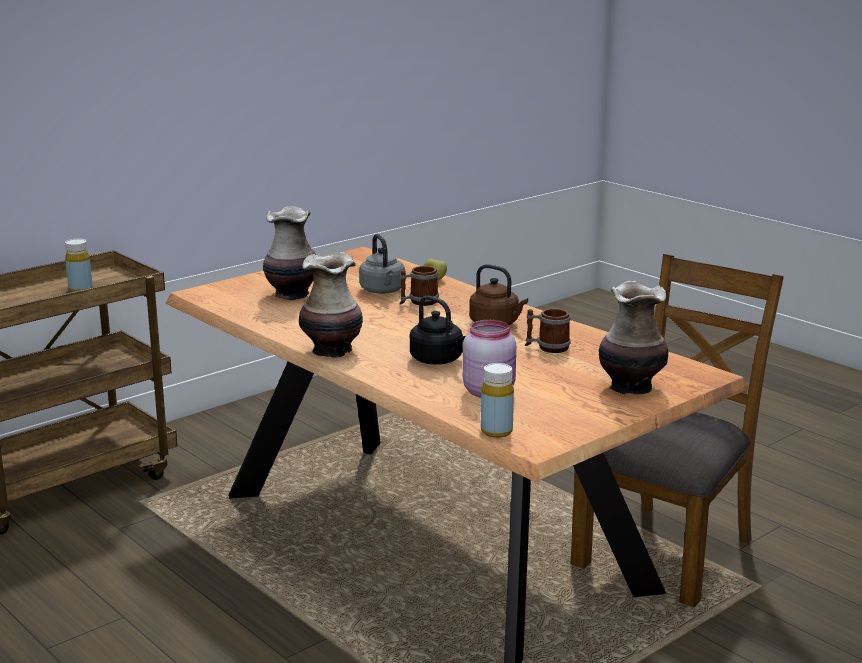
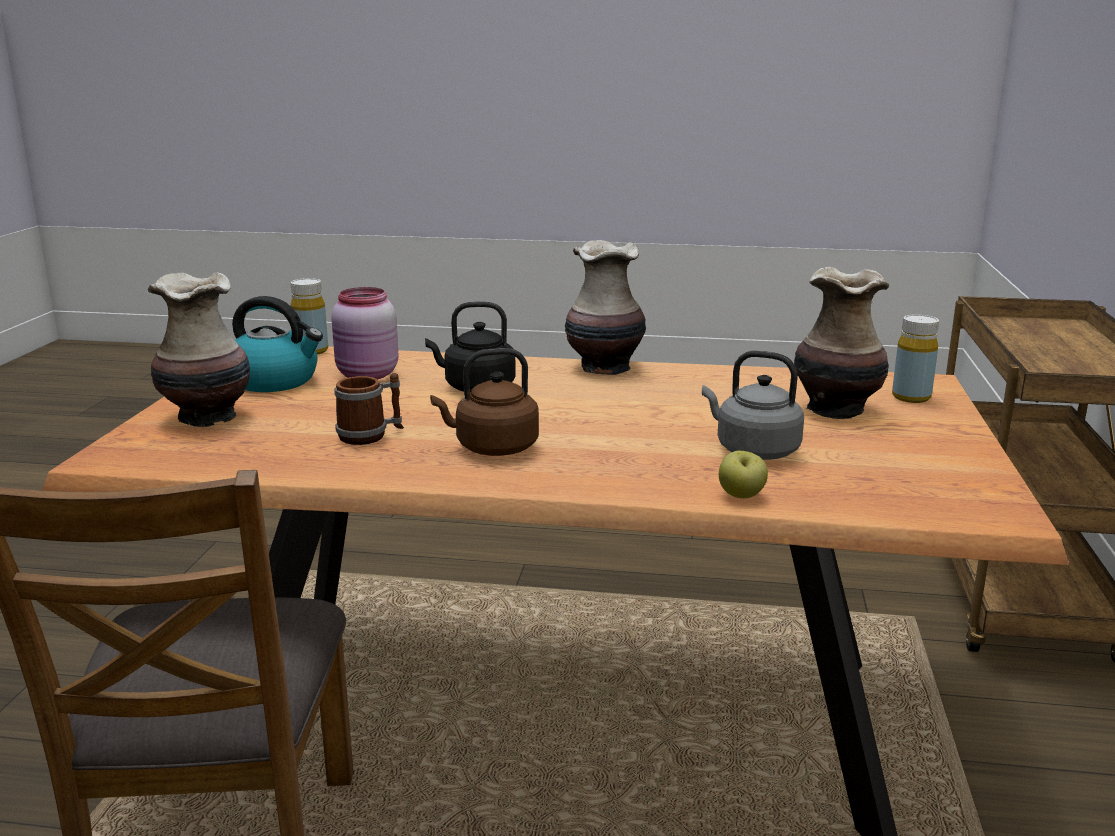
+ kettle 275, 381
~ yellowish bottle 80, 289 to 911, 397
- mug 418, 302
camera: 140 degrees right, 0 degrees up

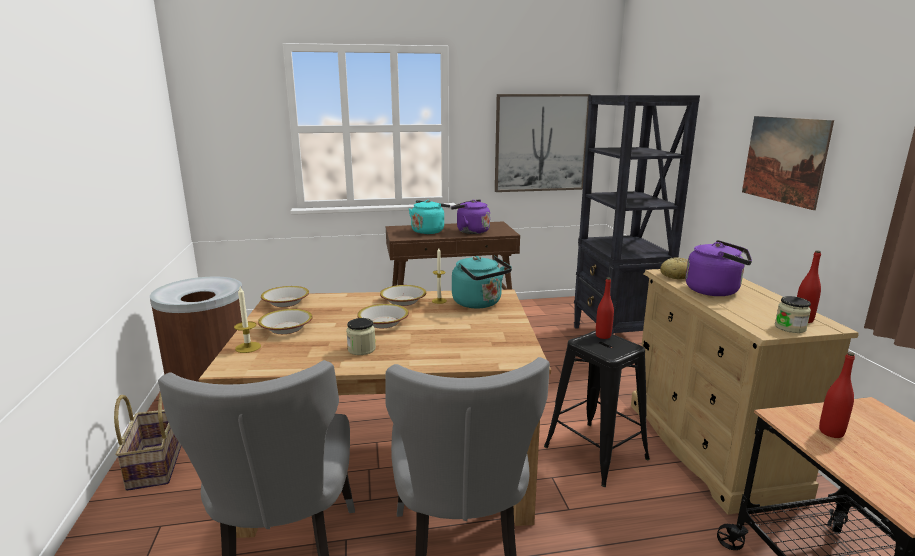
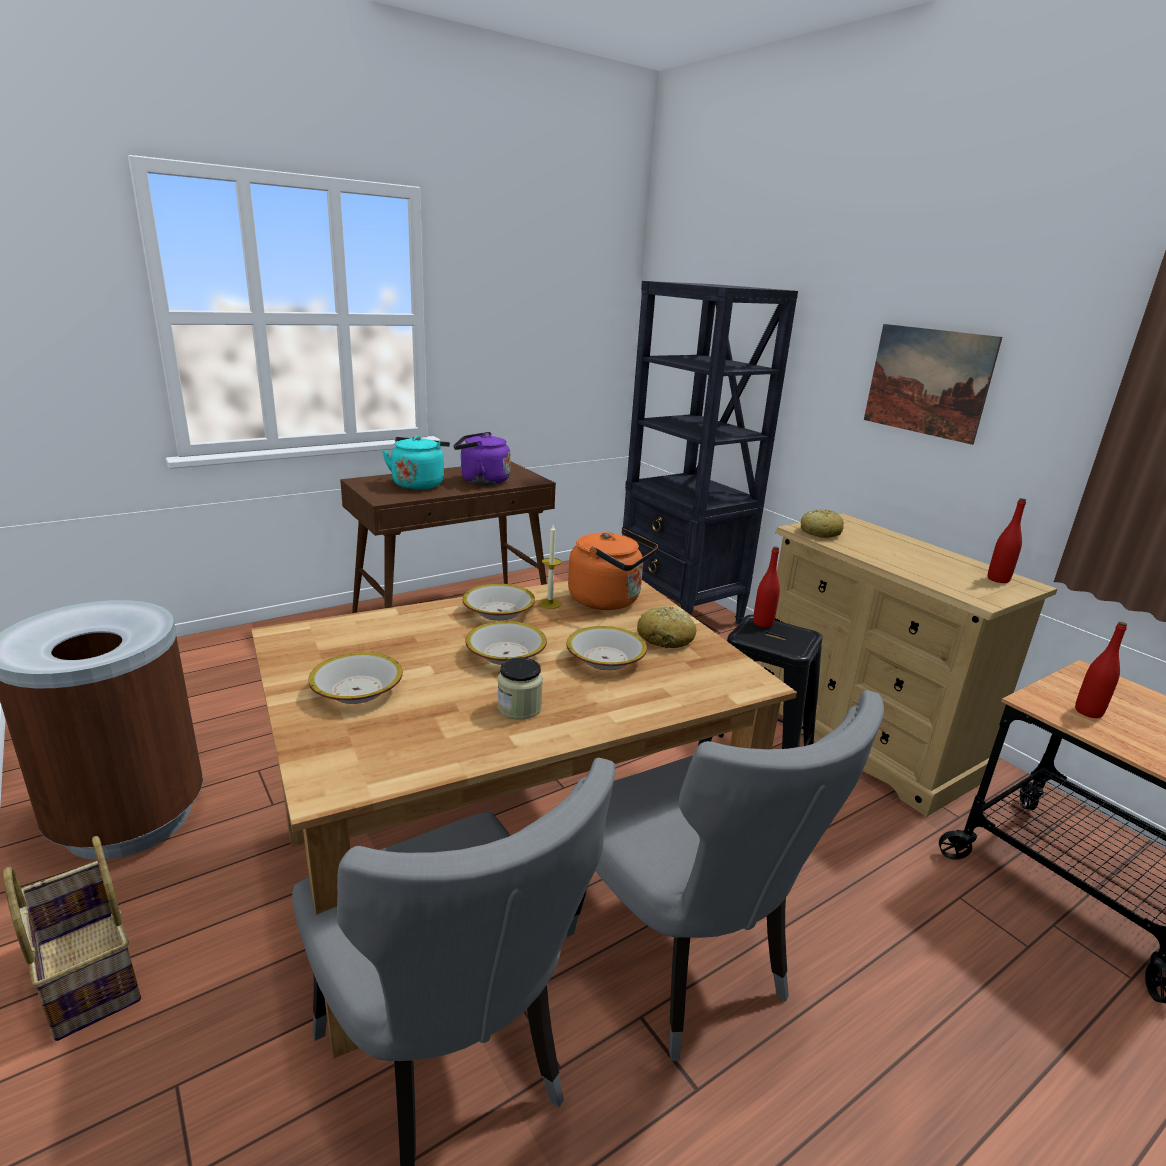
~ deep dish 285, 302 to 605, 659
~ turquoise-coloured kettle 479, 303 to orangey kettle 609, 600
+ baked bread 666, 638
- wax candle 248, 347
- picture 541, 143
- purple-coloured kettle 715, 291
- storage jar 790, 328
camera: 25 degrees left, 5 degrees up

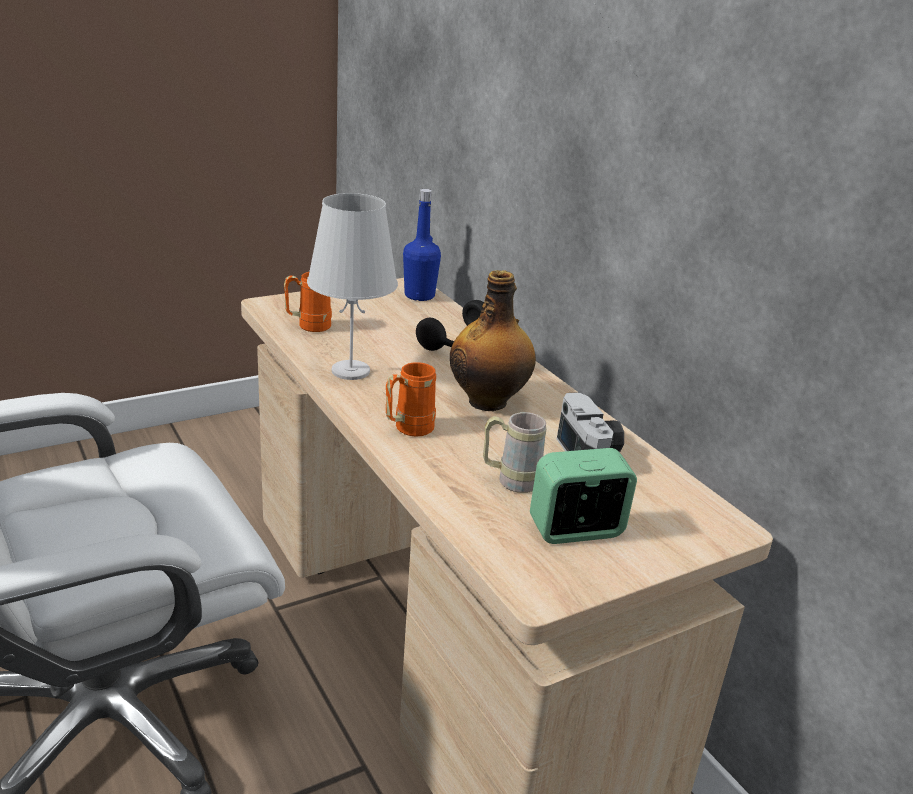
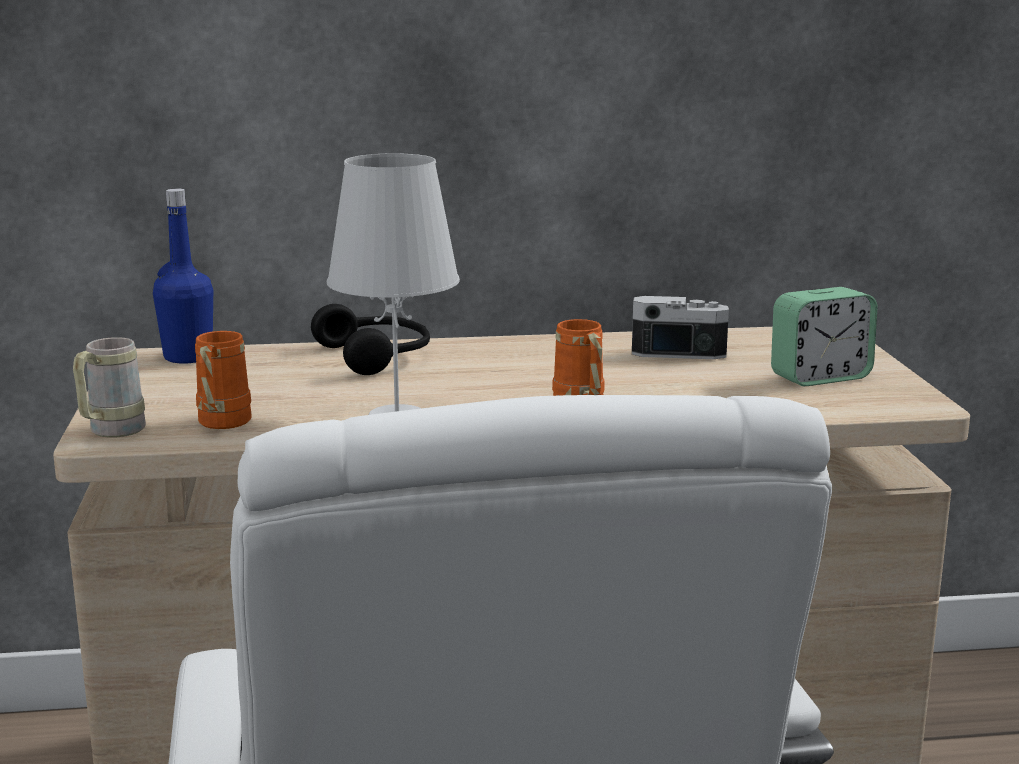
~ beige mug 510, 481 to 110, 433
~ alarm clock 576, 530 = 820, 377 120 degrees counterclockwise
- bottle 489, 401
camera: 65 degrees left, 10 degrees down

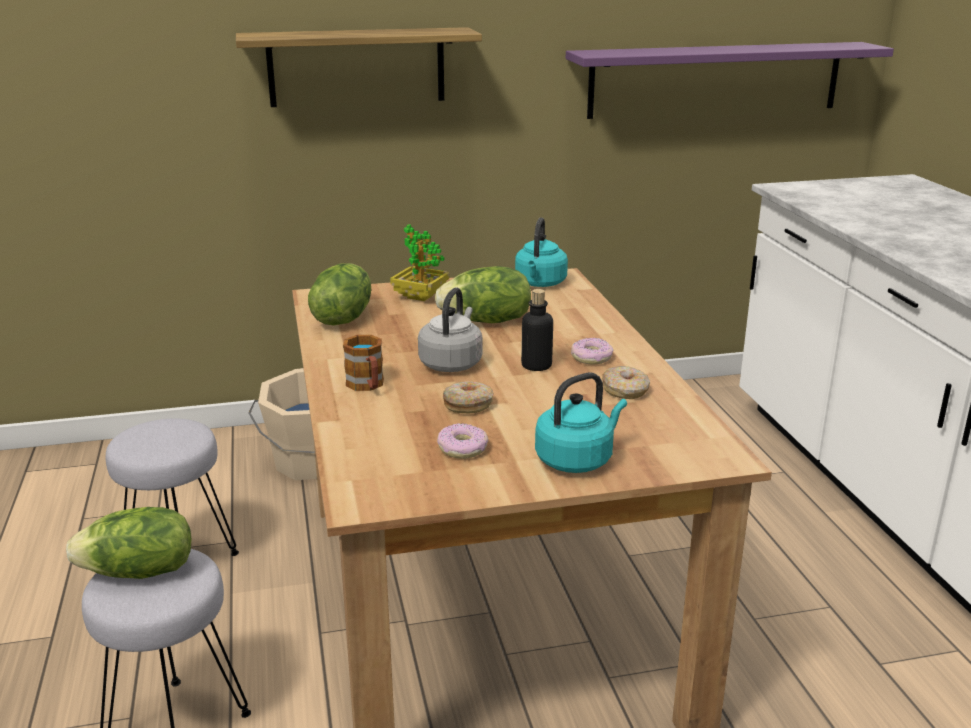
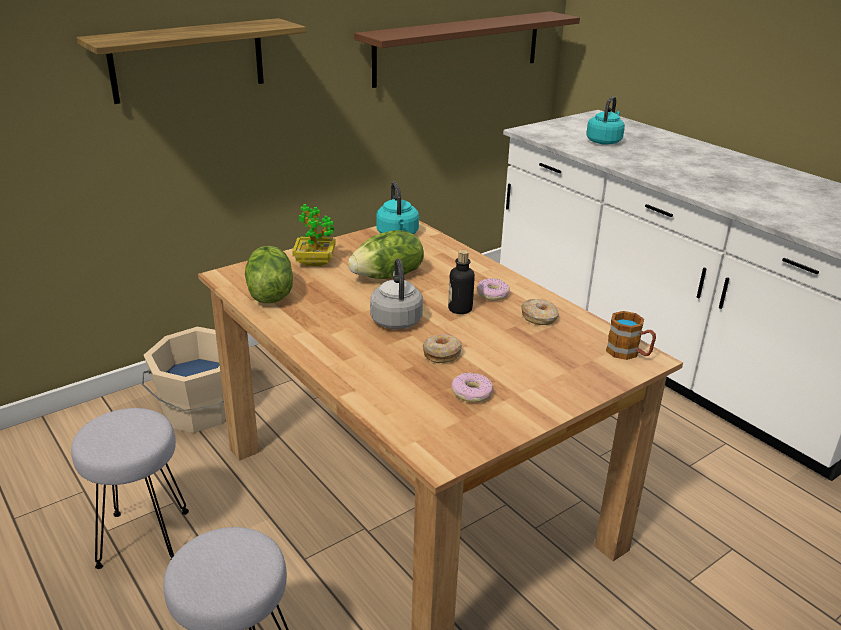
~ purple-coloured bracket shelf 715, 79 to brown bracket shelf 459, 48
~ turquoise-coloured kettle 577, 459 to 604, 141
~ mug 367, 386 to 628, 353
- lettuce head 139, 573
camera: 25 degrees left, 5 degrees up

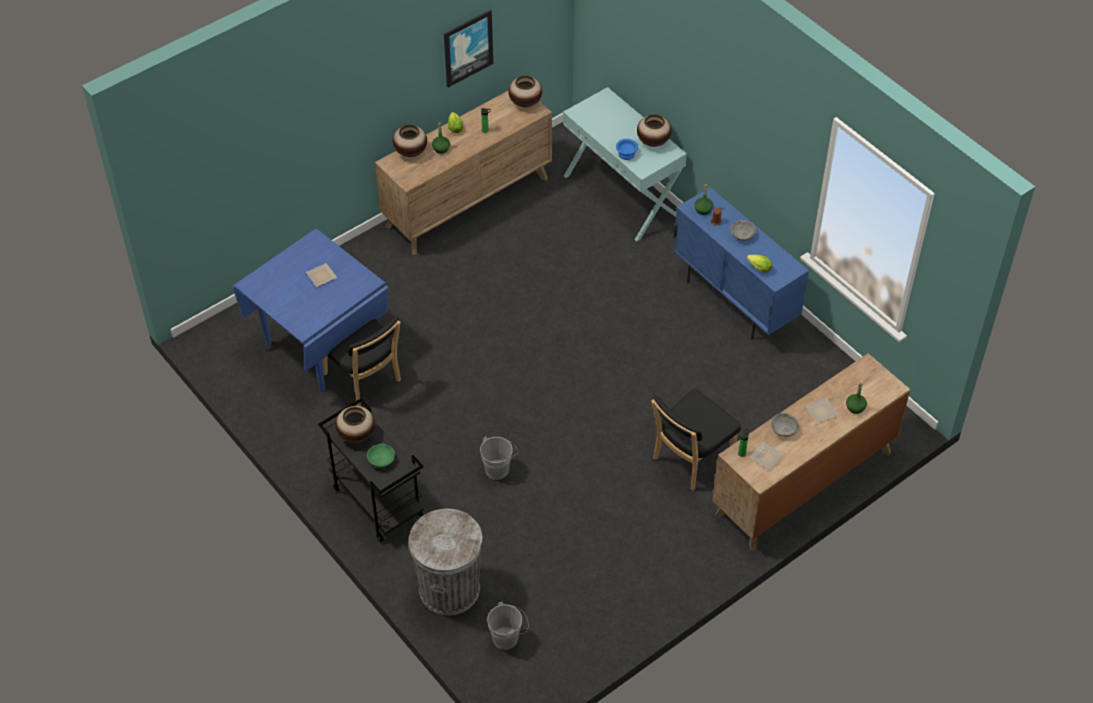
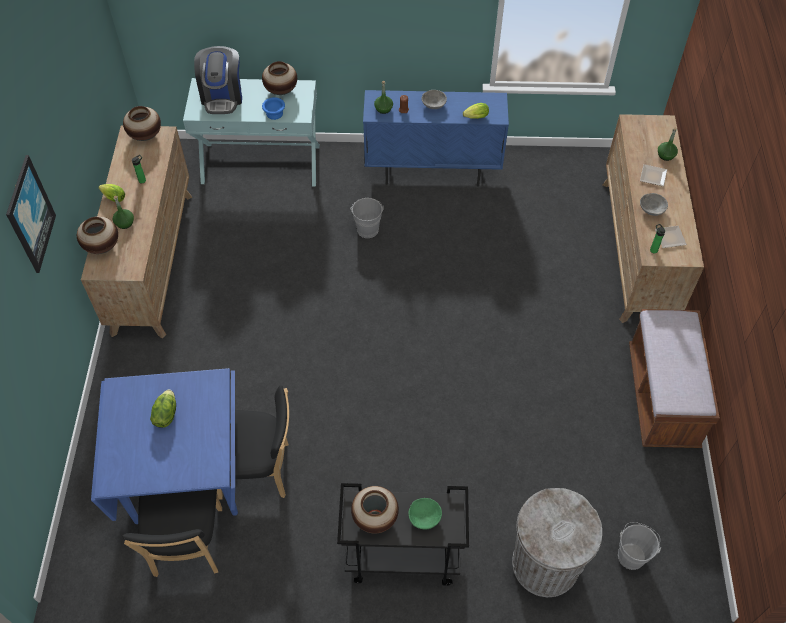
~ picture 467, 47 to 29, 215
~ black-coloured chair 690, 460 to 187, 546
~ dinner plate 320, 276 to lettuce head 165, 414
+ coffee machine 222, 96
~ grey water bucket 499, 468 to 367, 227
+ brown bench 662, 397
camera: 50 degrees left, 5 degrees up

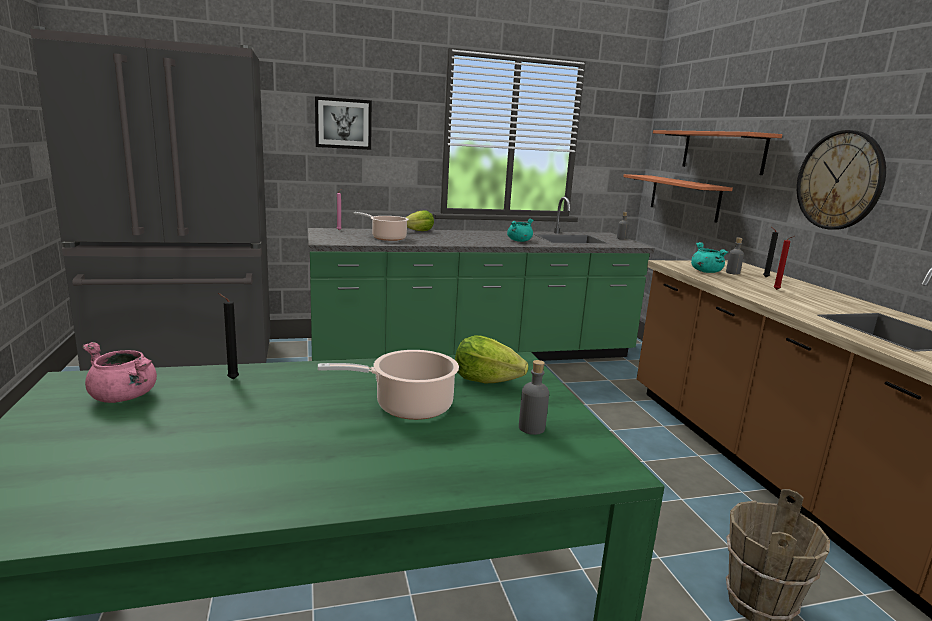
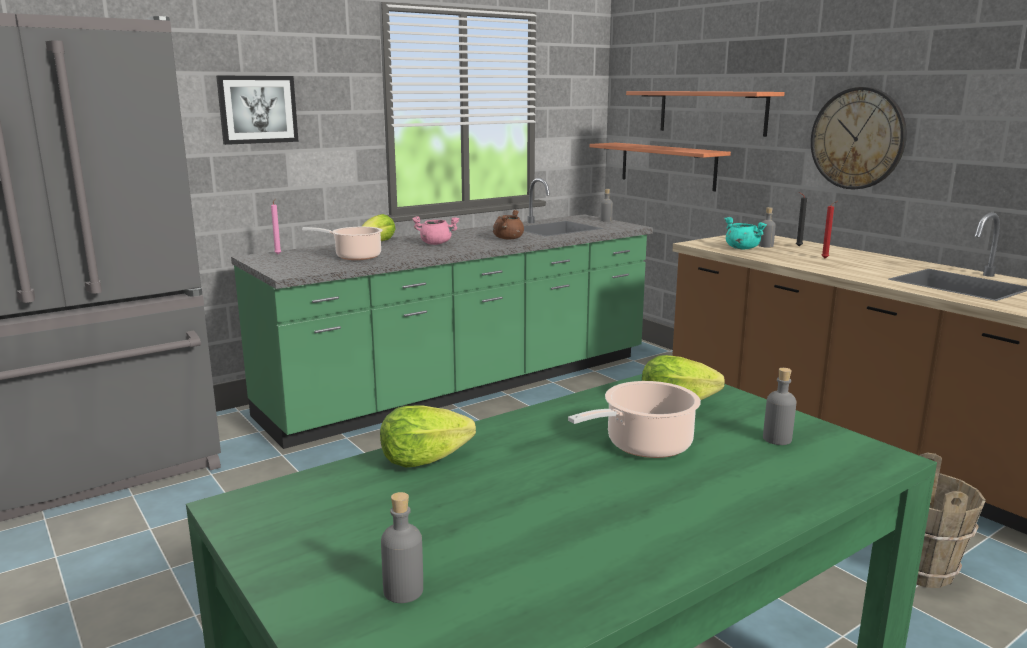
~ black-coloured wax candle 231, 379 to lettuce head 423, 460
+ grey bottle 403, 591
~ pinkish cooking pot 124, 397 to 436, 243
~ turquoise-coloured cooking pot 519, 241 to brown cooking pot 508, 238
camera: 20 degrees left, 0 degrees up

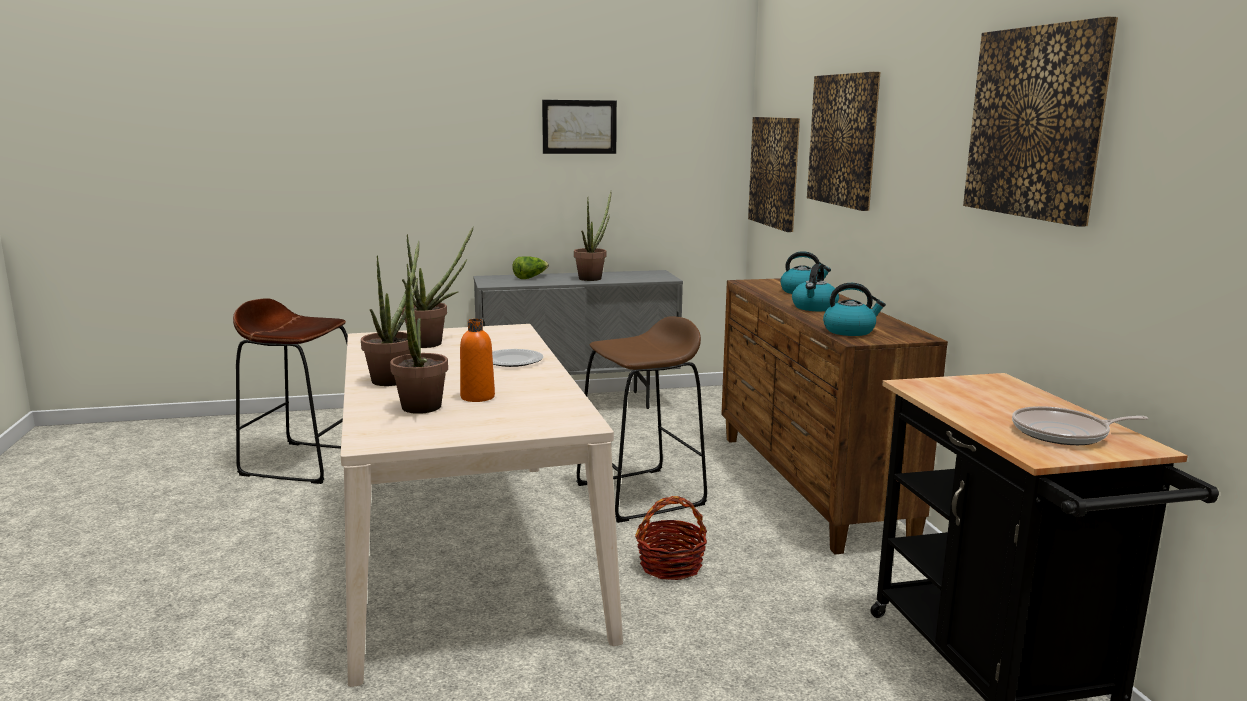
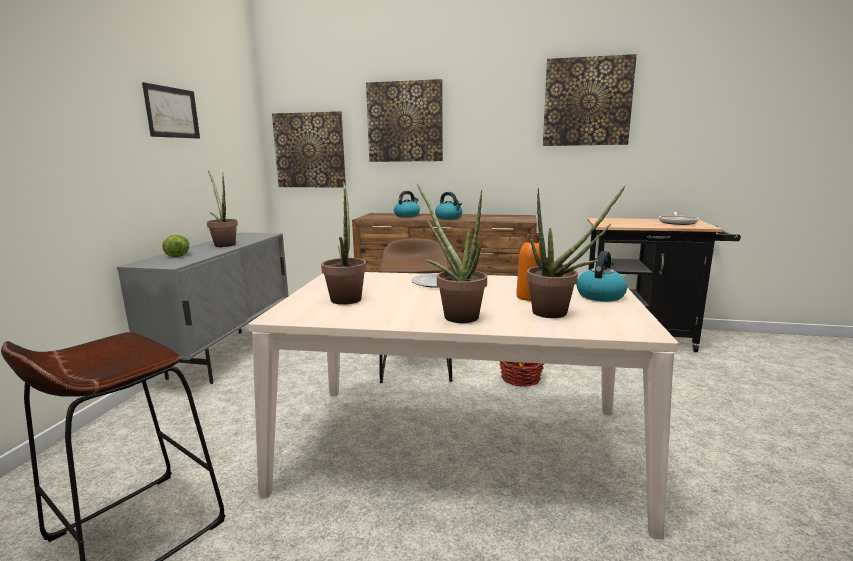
~ kettle 850, 331 to 600, 295
camera: 65 degrees left, 0 degrees up

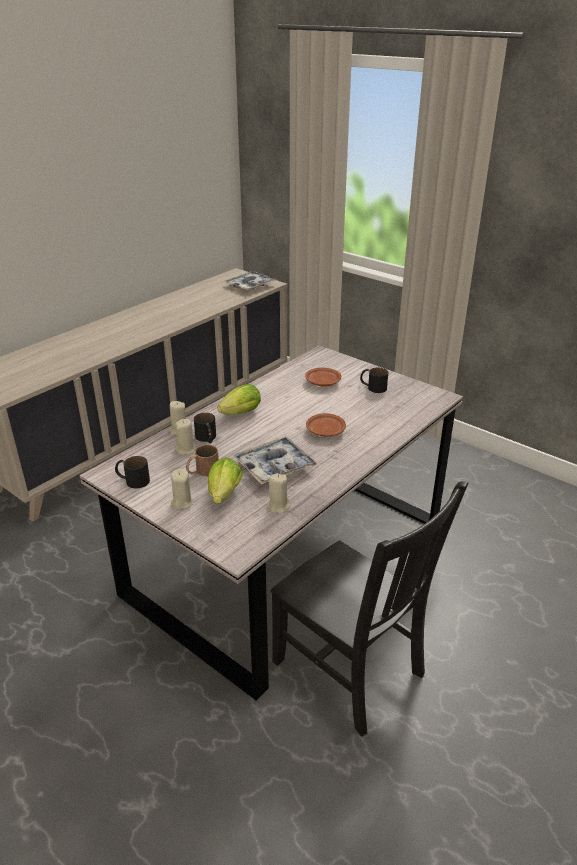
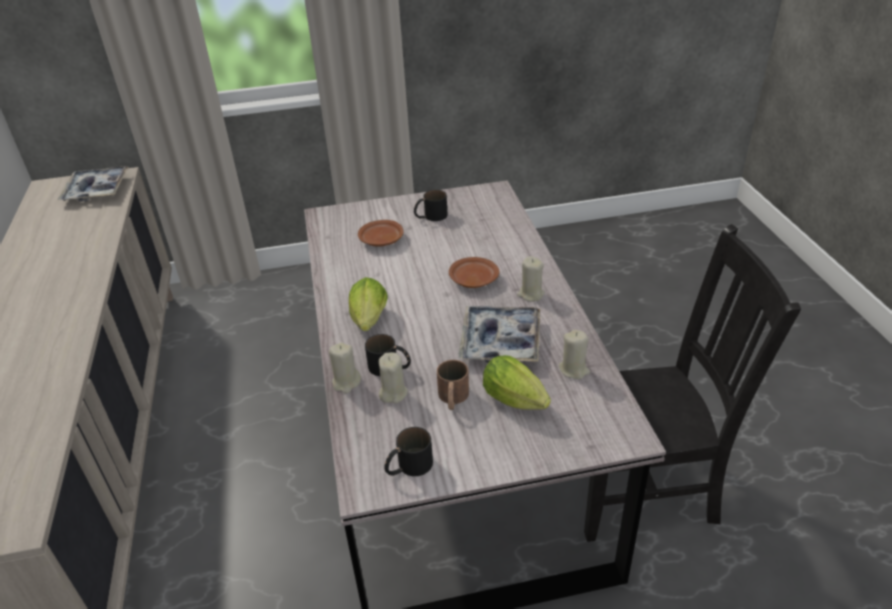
~ beige wax candle 182, 503 to 530, 294
camera: 50 degrees left, 5 degrees up

